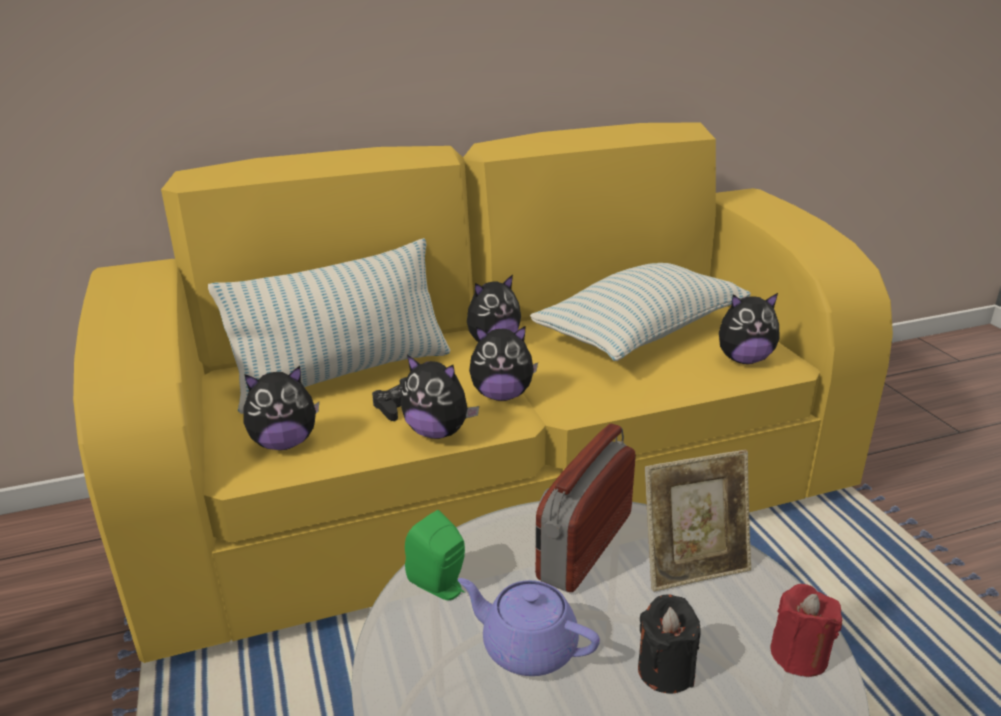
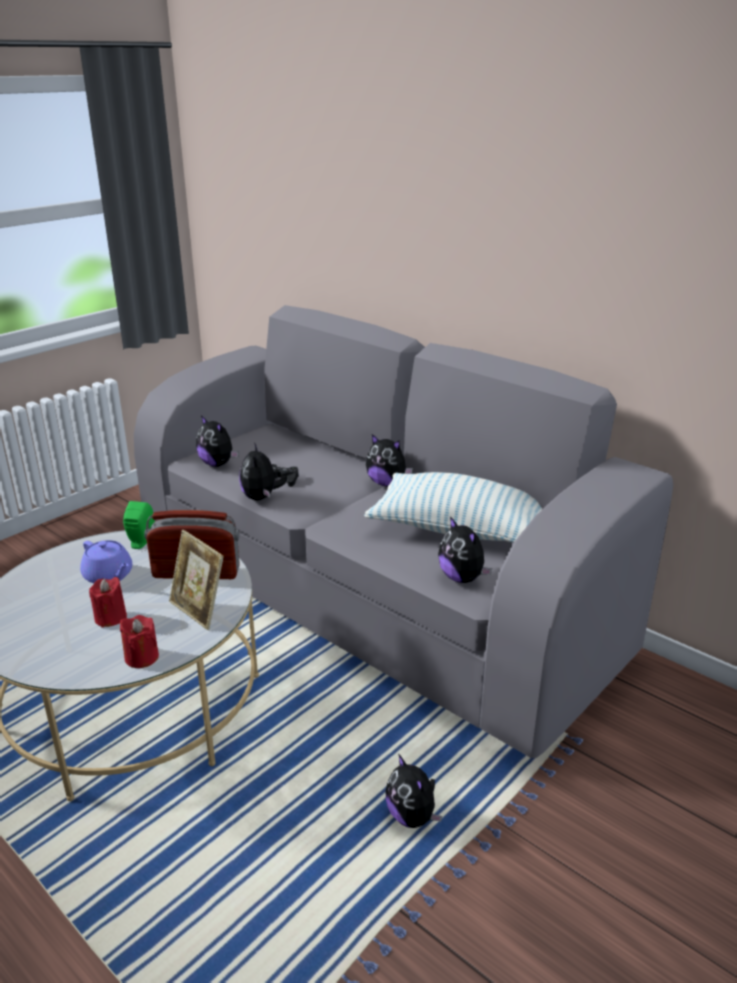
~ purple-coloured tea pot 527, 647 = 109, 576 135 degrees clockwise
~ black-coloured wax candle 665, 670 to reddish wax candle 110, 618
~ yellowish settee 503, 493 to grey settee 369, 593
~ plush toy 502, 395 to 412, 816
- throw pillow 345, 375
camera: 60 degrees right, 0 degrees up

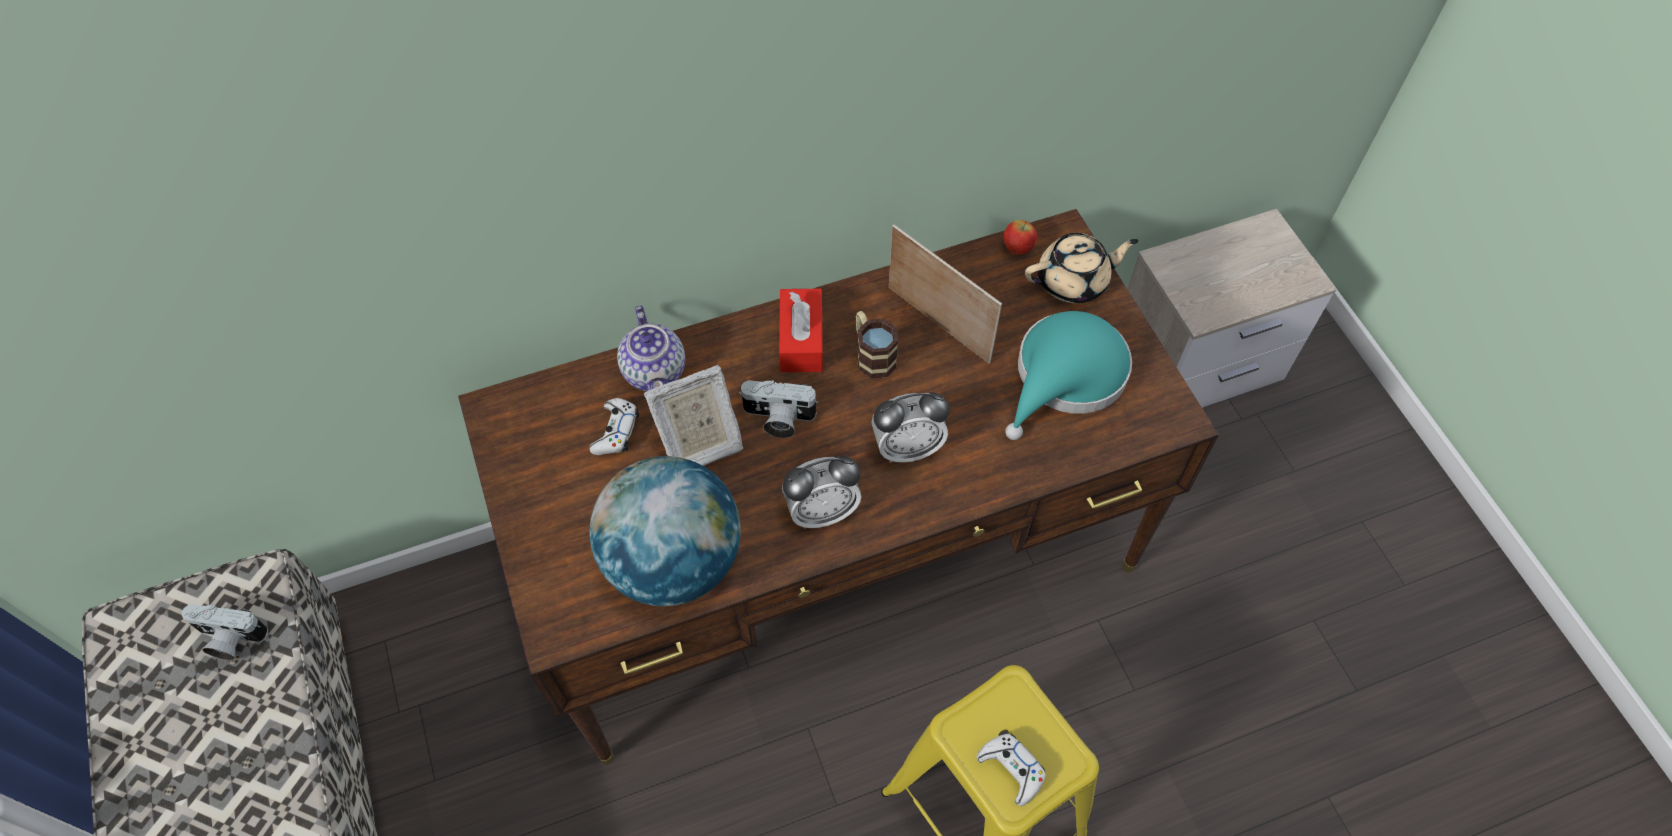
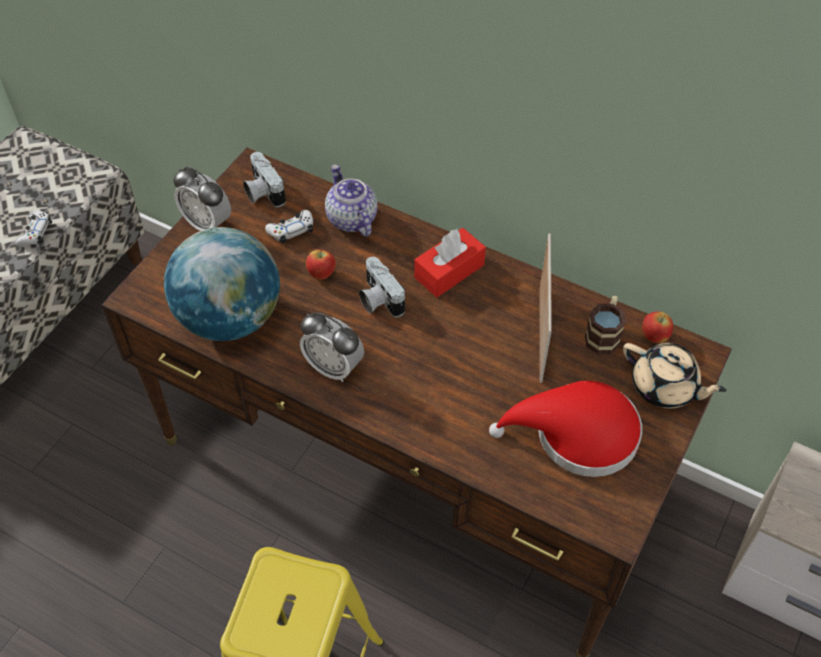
~ whitish game controller 1011, 769 to 35, 233
~ alarm clock 907, 448 to 207, 223
~ still camera 229, 639 to 262, 192
~ photo frame 699, 444 to apple fruit 321, 274
~ tea pot 656, 372 = 351, 219 120 degrees clockwise
~ turquoise-coloured hat 1066, 377 to reddish hat 577, 435
~ mug 872, 355 to 604, 334
camera: 50 degrees right, 5 degrees down

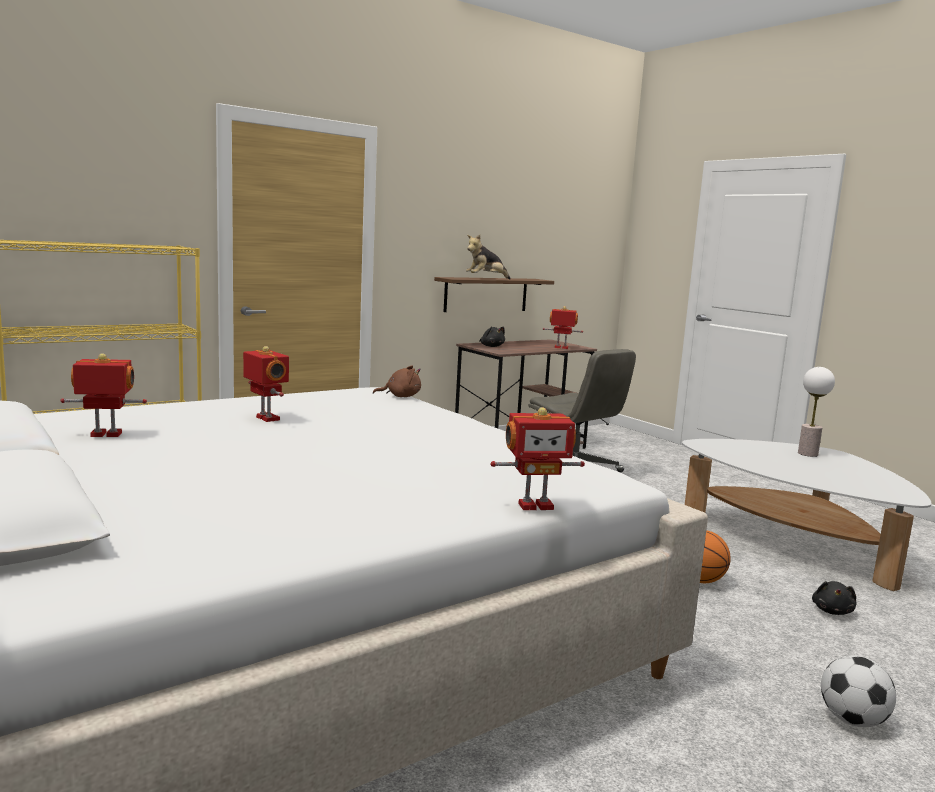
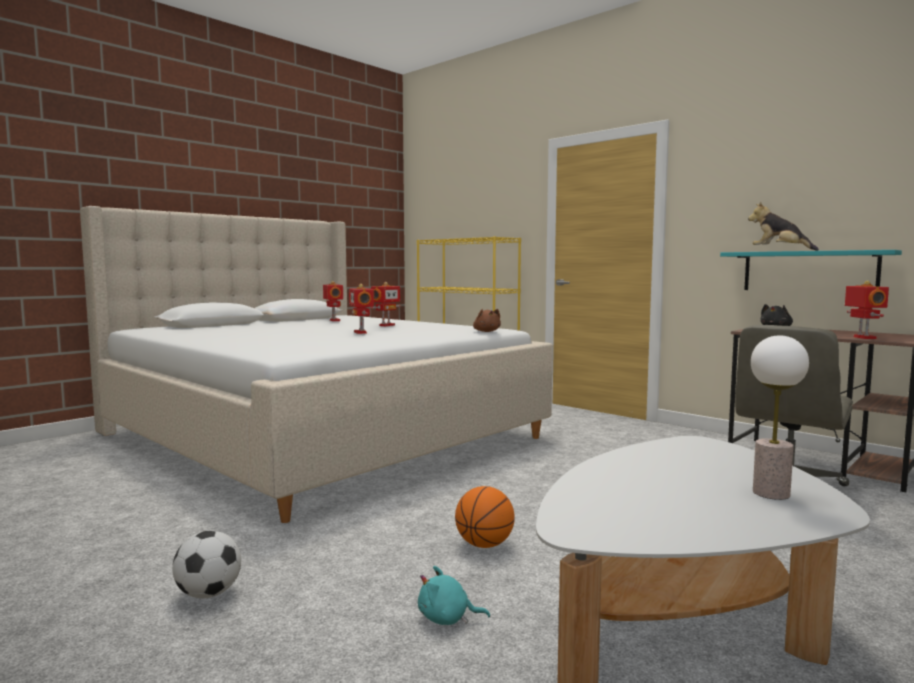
~ model robot 535, 505 to 361, 332
~ black-coloured plush toy 832, 611 to turquoise-coloured plush toy 447, 619
~ brown bracket shelf 486, 294 to turquoise-coloured bracket shelf 809, 271
camera: 80 degrees right, 5 degrees down

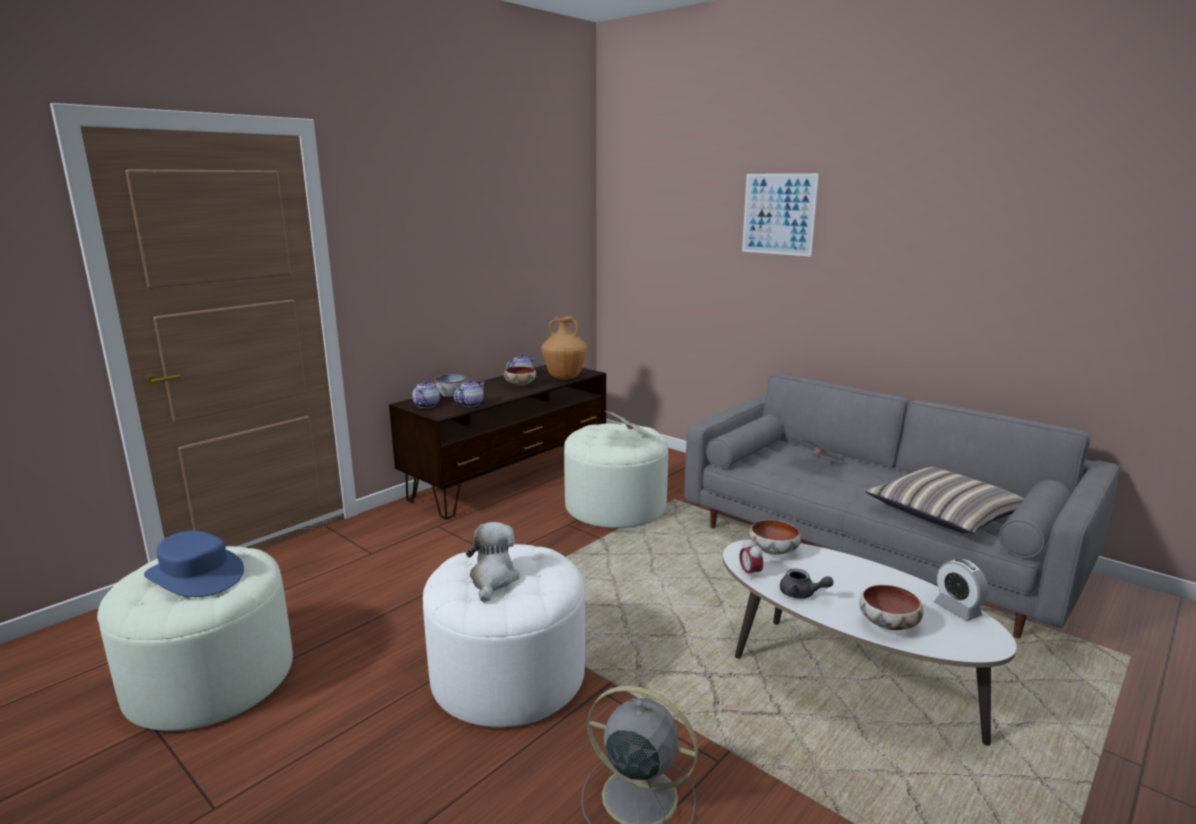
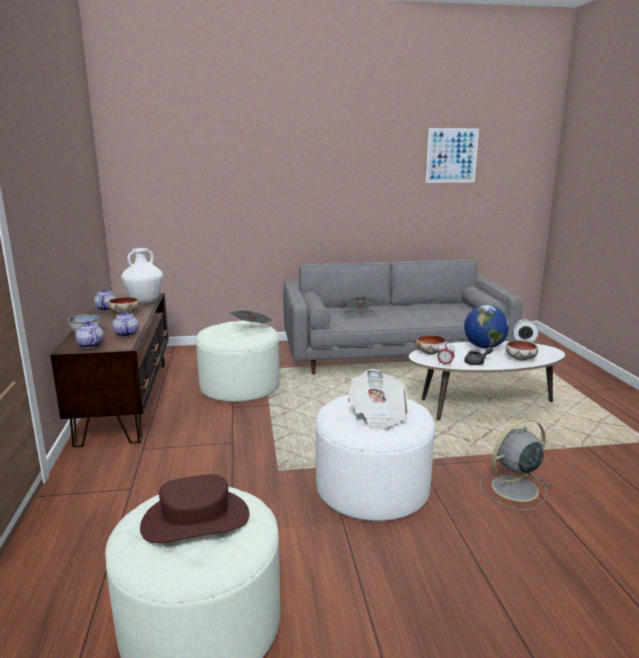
~ brown flower vase 565, 378 to whitish flower vase 145, 302
~ blue-coloured hat 196, 575 to brown hat 196, 519
~ plush toy 493, 579 to newspaper 378, 415
~ picture 778, 214 to 451, 155
+ world globe 484, 347
- throw pillow 945, 514
camera: 50 degrees left, 0 degrees up

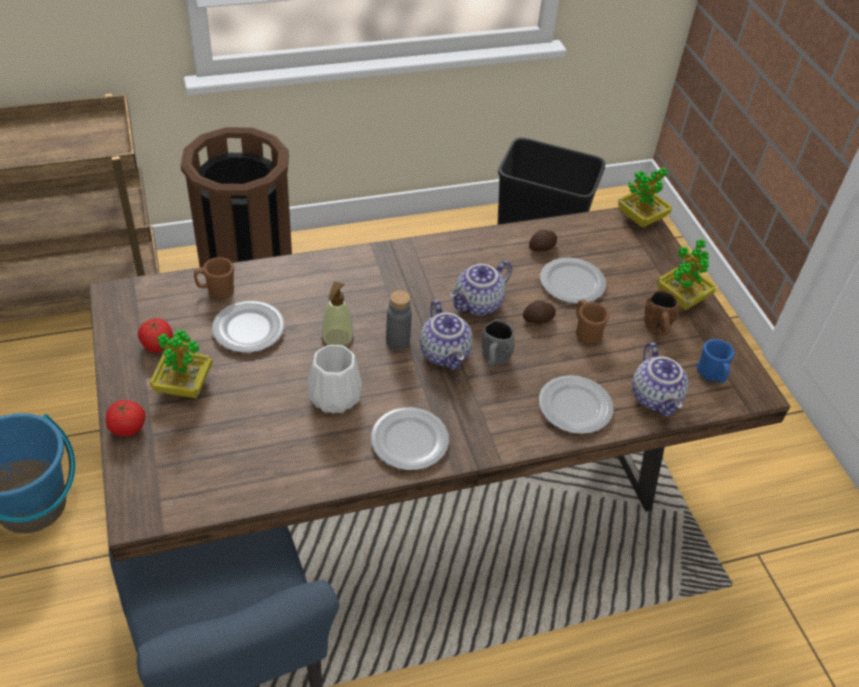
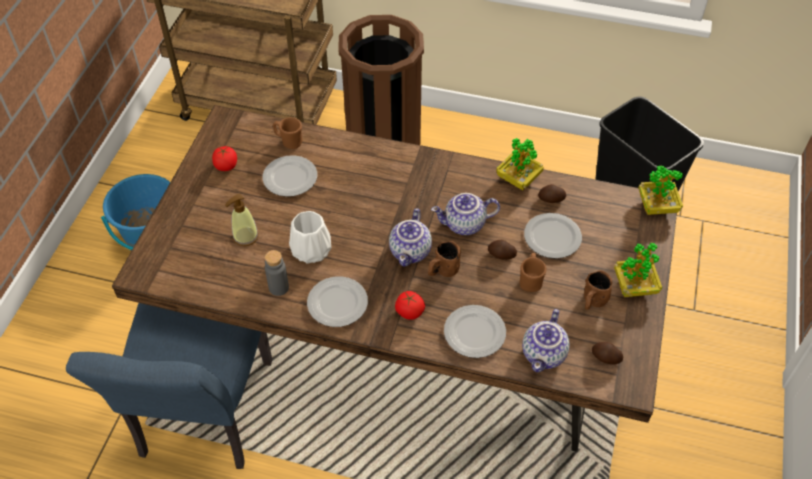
~ soap dispenser 337, 340 to 245, 236
~ grey bottle 397, 341 to 278, 287
~ tomato 128, 428 to 409, 312
~ grey mug 494, 361 to brown mug 442, 272
~ houseplant 184, 386 to 518, 179
~ blue-coloured mug 711, 375 to whole potato 605, 358
camera: 35 degrees right, 5 degrees up

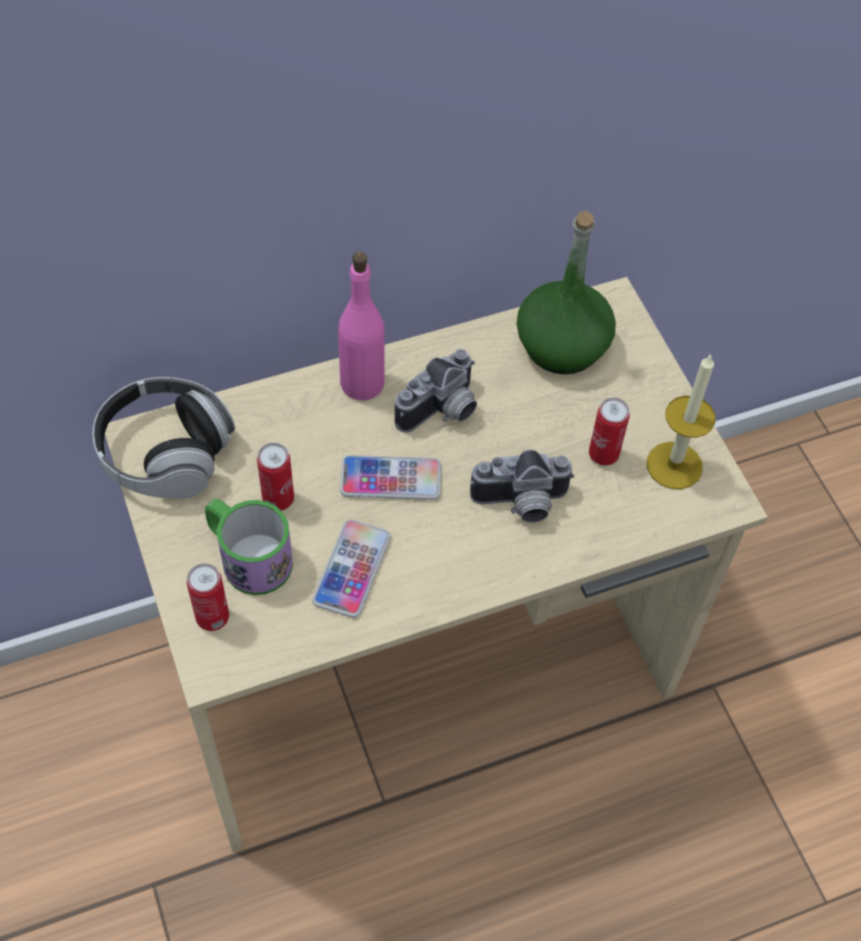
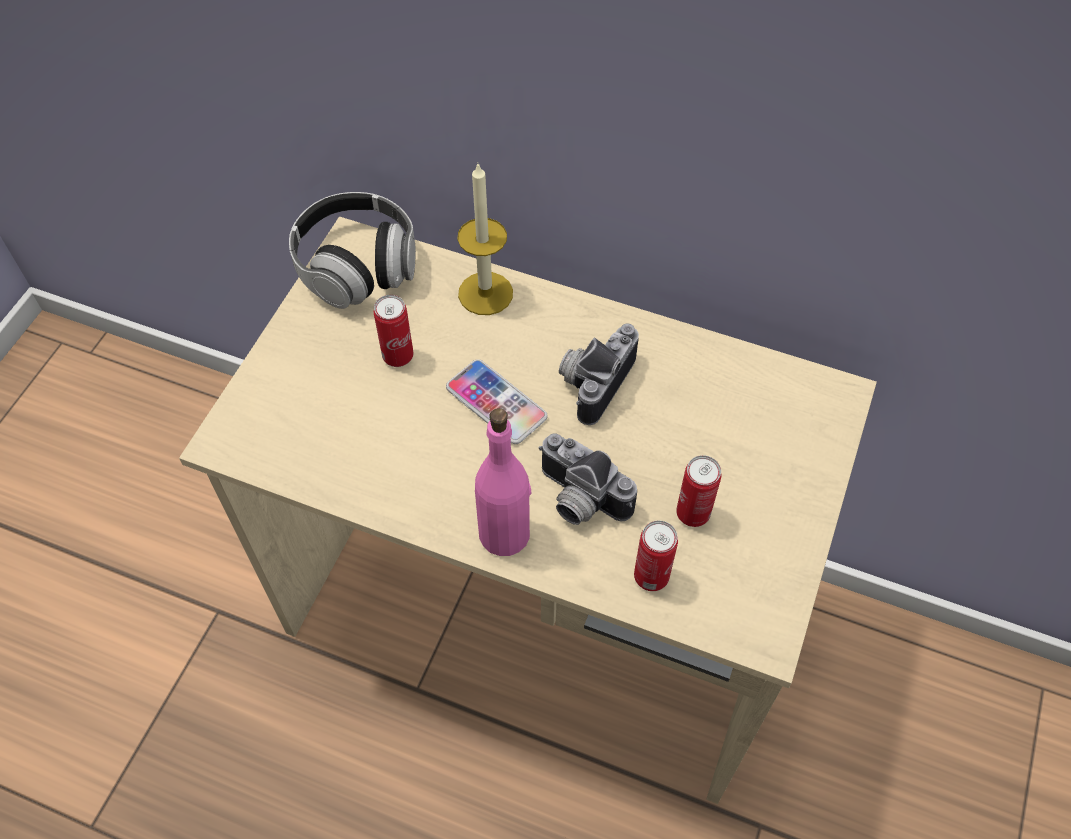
~ wax candle 674, 465 to 485, 293
~ pinkish bottle 362, 382 to 505, 533
~ still camera 442, 412 = 592, 381 120 degrees clockwise
~ sealed can 212, 617 to 651, 576
- mug 248, 556
- phone 352, 569
- greenish bottle 562, 346
camera: 45 degrees right, 0 degrees up

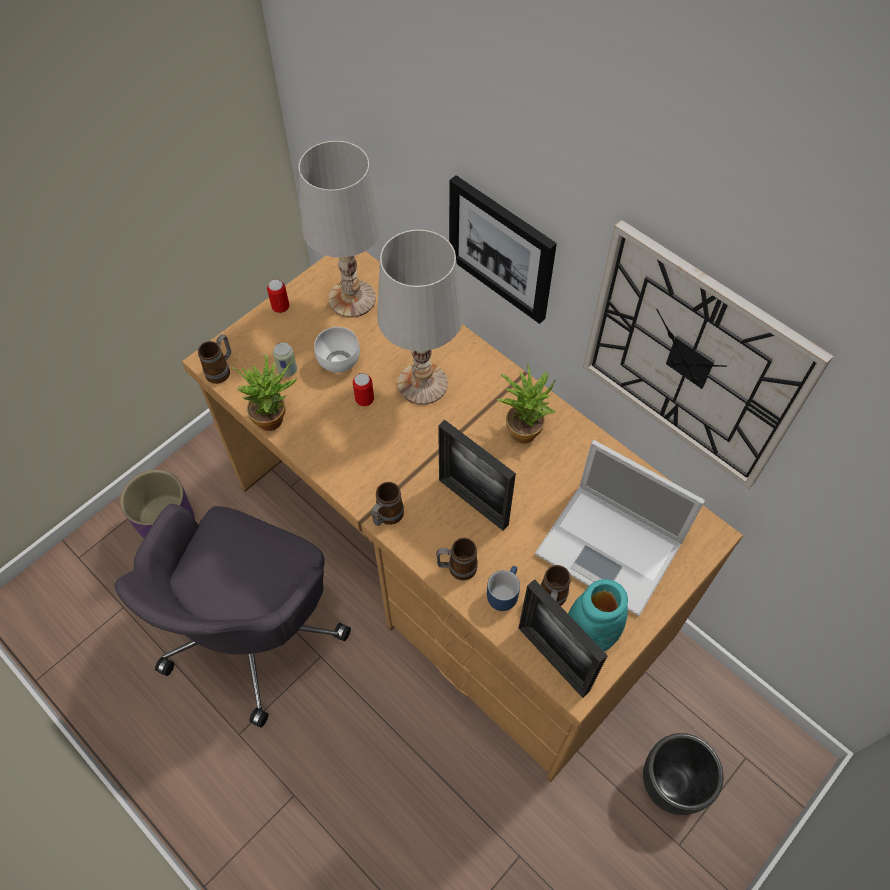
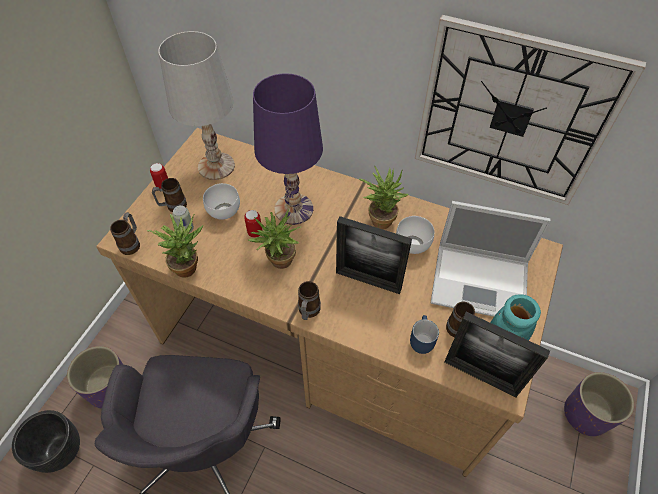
~ black-coloured plant pot 670, 783 to 61, 451
~ mug 456, 568 to 173, 207
+ houseplant 278, 263
~ whitish lamp for a table 422, 384 to purple-coloured lamp for a table 294, 209
+ whitish deep dish 411, 245
+ purple-coloured plant pot 586, 415
- picture 502, 248
camera: 20 degrees left, 5 degrees down

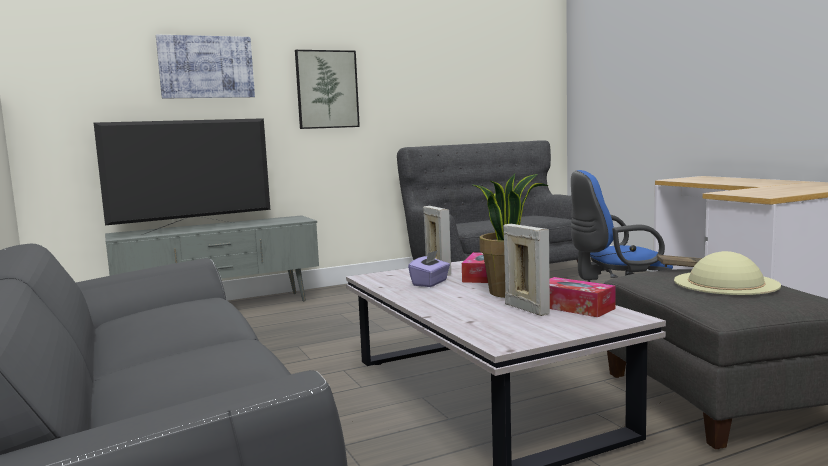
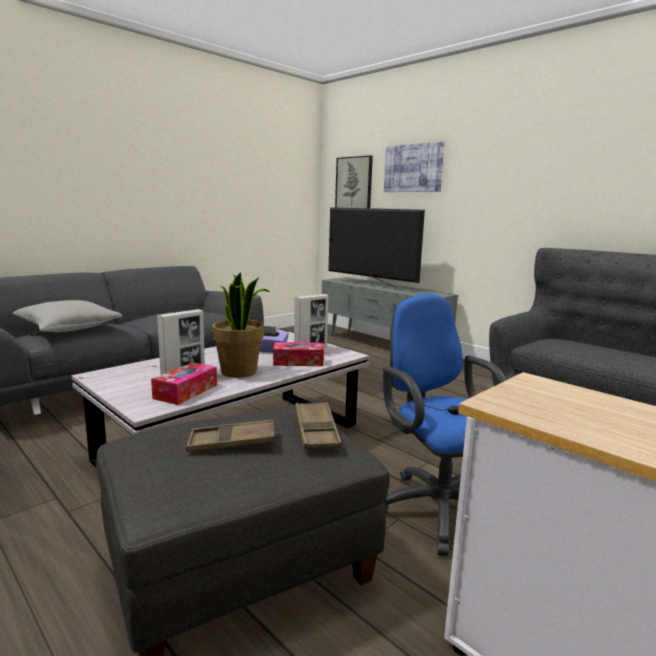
+ grey throw pillow 69, 328
~ beige hat 725, 282 to brown serving tray 232, 442
~ picture 327, 89 to 354, 186
camera: 70 degrees right, 5 degrees up

